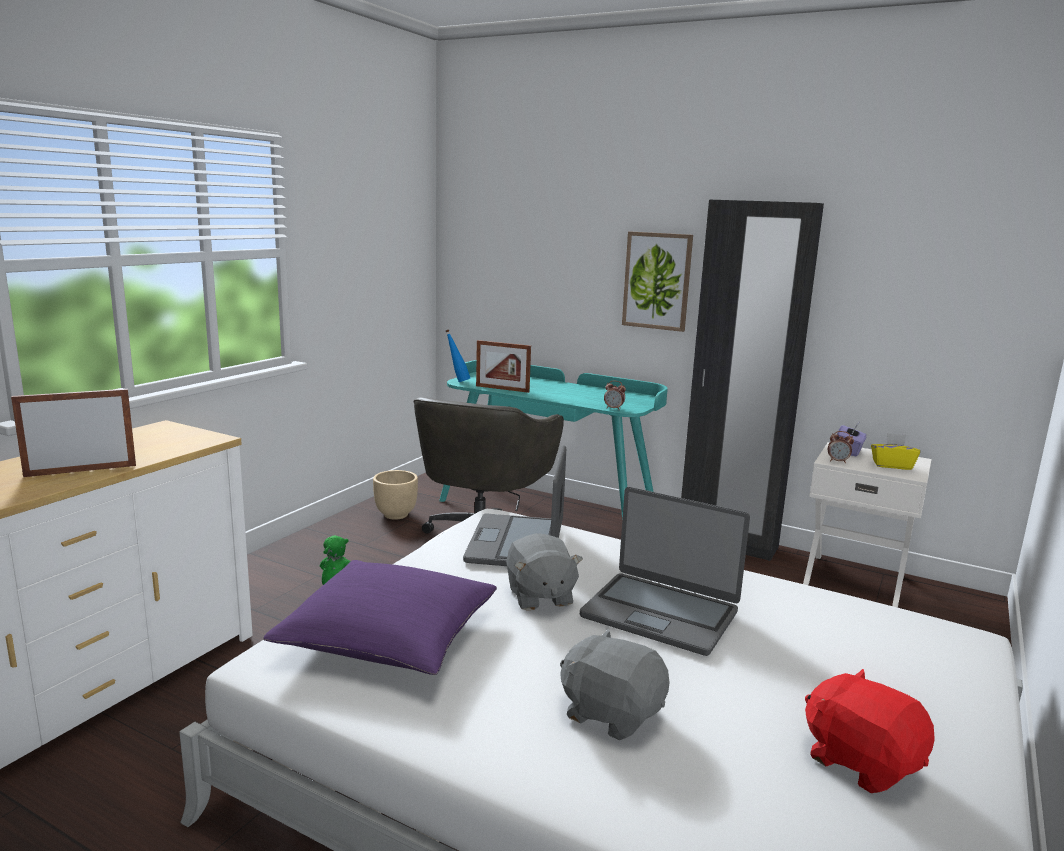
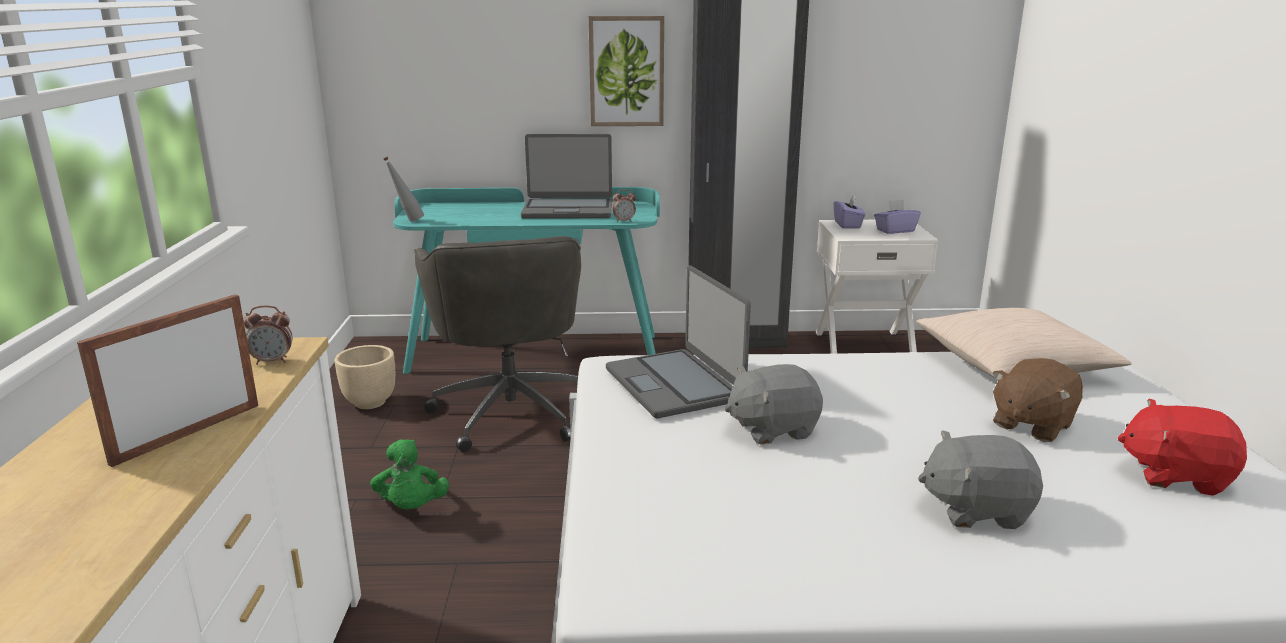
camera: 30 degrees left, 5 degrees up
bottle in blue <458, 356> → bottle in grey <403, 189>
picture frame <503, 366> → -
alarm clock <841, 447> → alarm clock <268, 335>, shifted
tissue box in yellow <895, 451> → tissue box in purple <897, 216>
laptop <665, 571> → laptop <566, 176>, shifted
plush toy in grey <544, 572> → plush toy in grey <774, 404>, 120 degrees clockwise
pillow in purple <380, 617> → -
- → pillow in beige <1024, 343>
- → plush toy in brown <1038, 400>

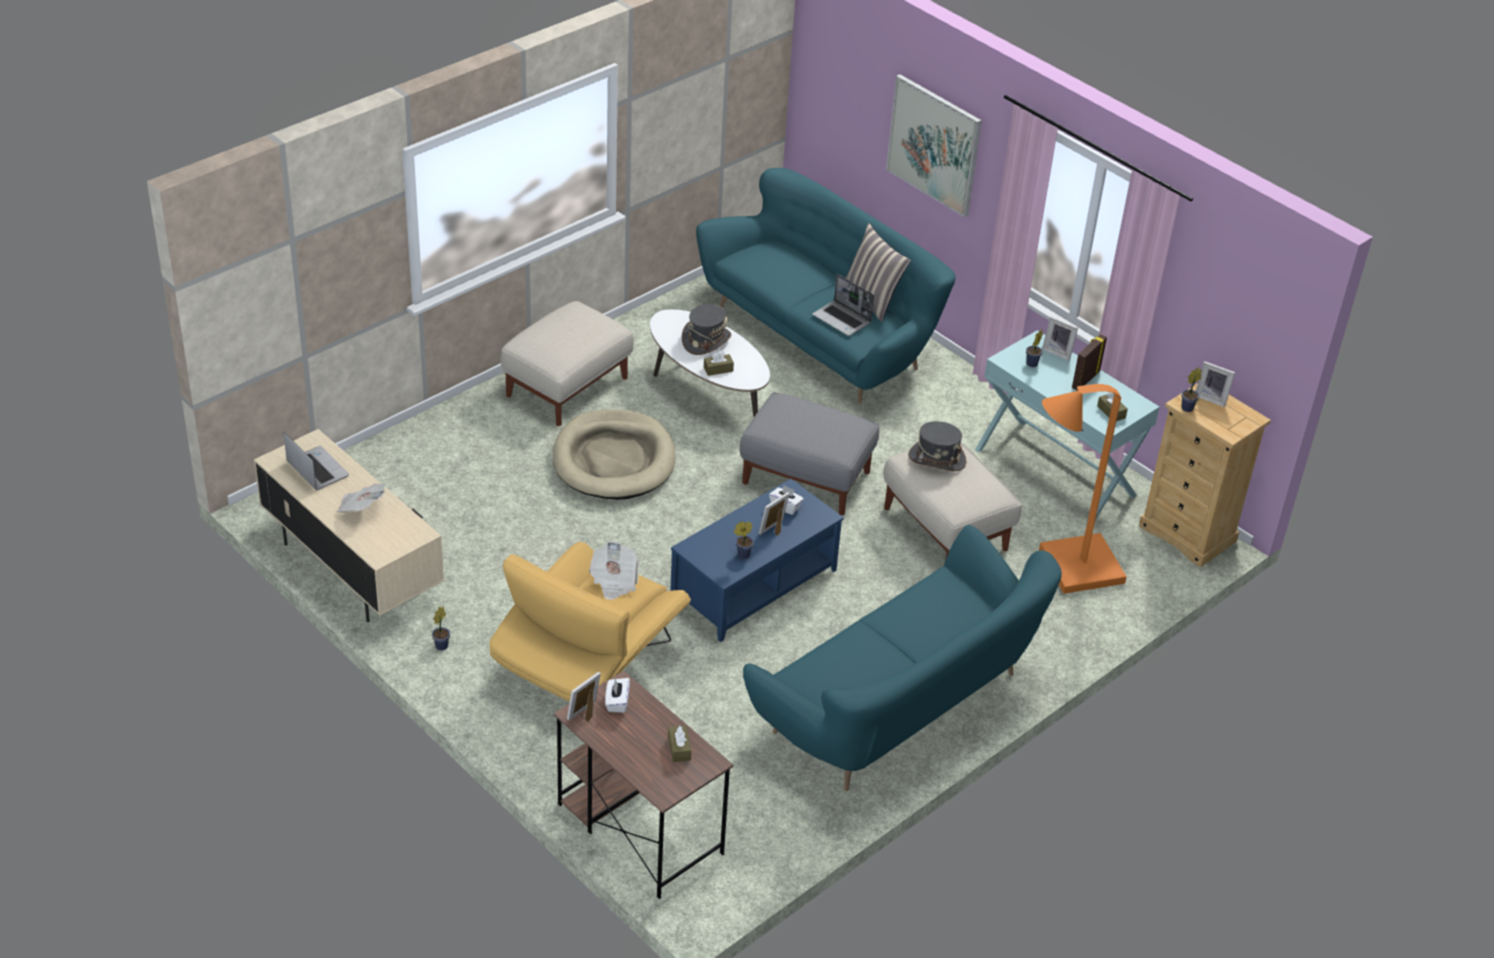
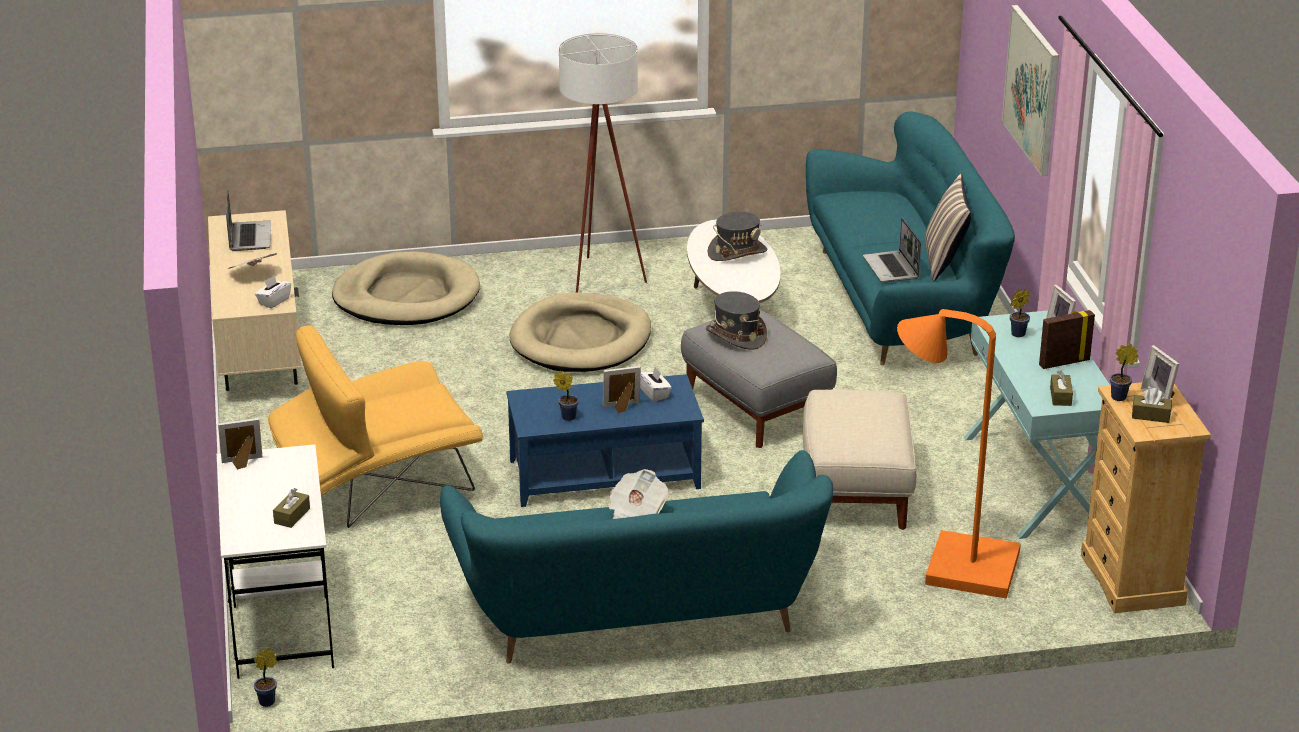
camera: 35 degrees right, 10 degrees down
ottoman in beige <567, 363> → floor lamp in white <603, 162>
tissue box in brown <719, 363> → tissue box in brown <1152, 405>, shifted
hat in grey <937, 446> → hat in grey <736, 320>, shifted
newspaper <614, 570> → newspaper <639, 494>, shifted
potted plant <441, 629> → potted plant <265, 677>, shifted
desk in brown <643, 785> → desk in white <275, 561>
tissue box in white <617, 695> → tissue box in white <273, 291>, shifted
- → dog bed in beige <406, 288>

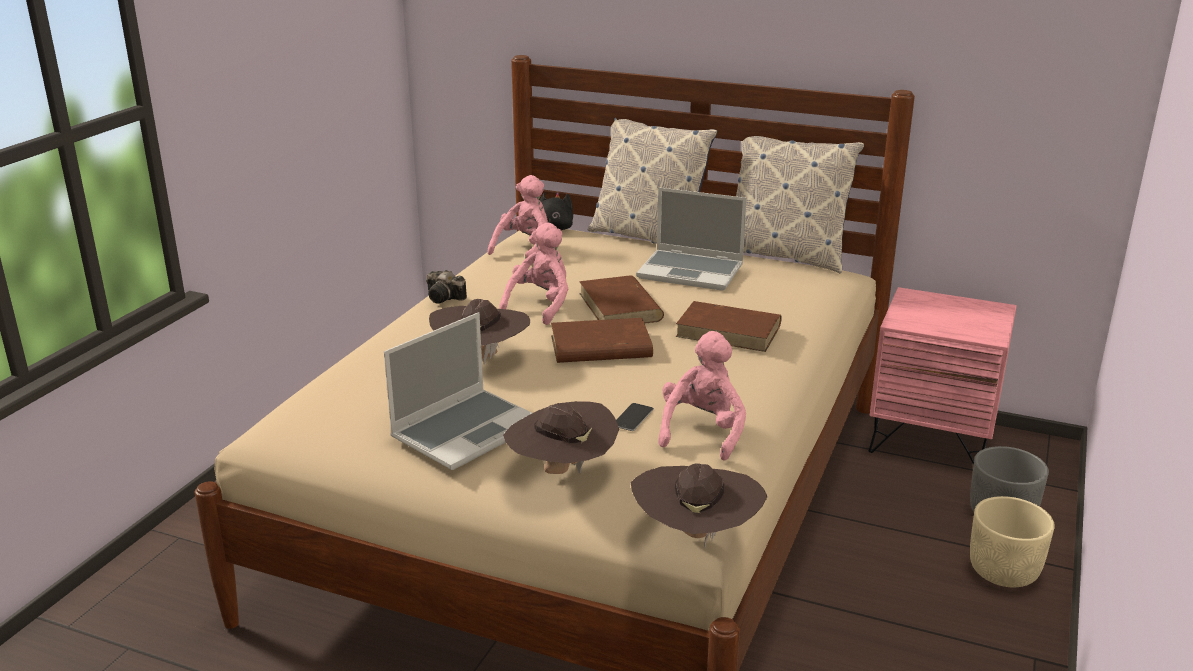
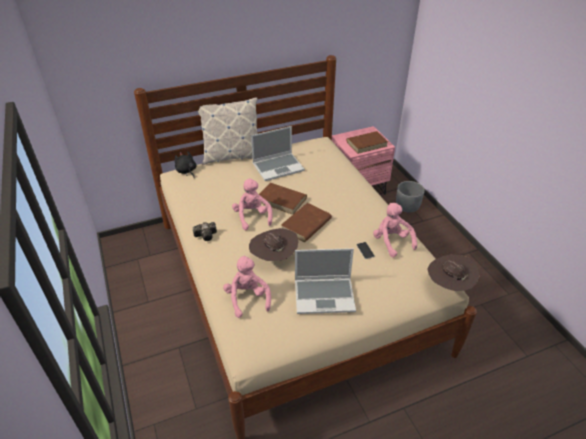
camera: 45 degrees left, 15 degrees up
pillow <800, 205> → -
plush toy in pink <517, 217> → plush toy in pink <247, 286>, shifted
book in brown <729, 326> → book in brown <367, 142>, shifted
laptop <458, 391> → laptop <325, 281>, 90 degrees clockwise
hat in brown <561, 437> → -
planter in beige <1012, 541> → -

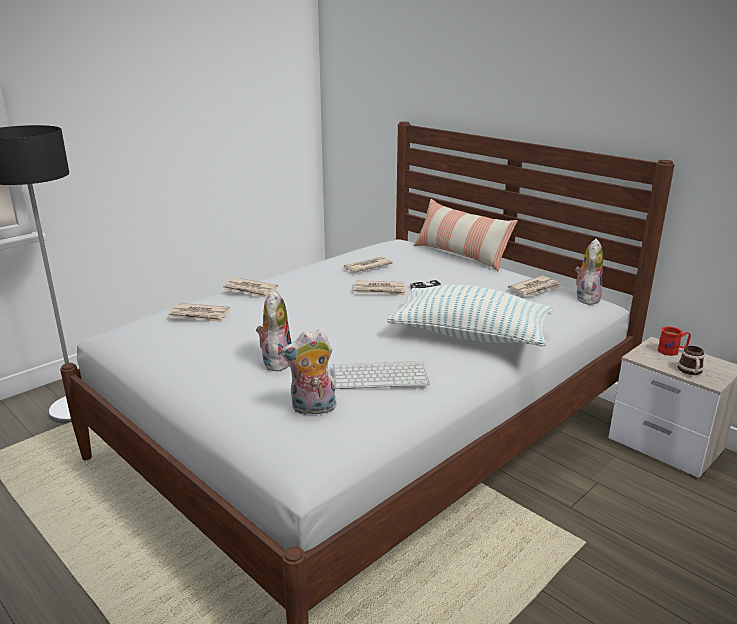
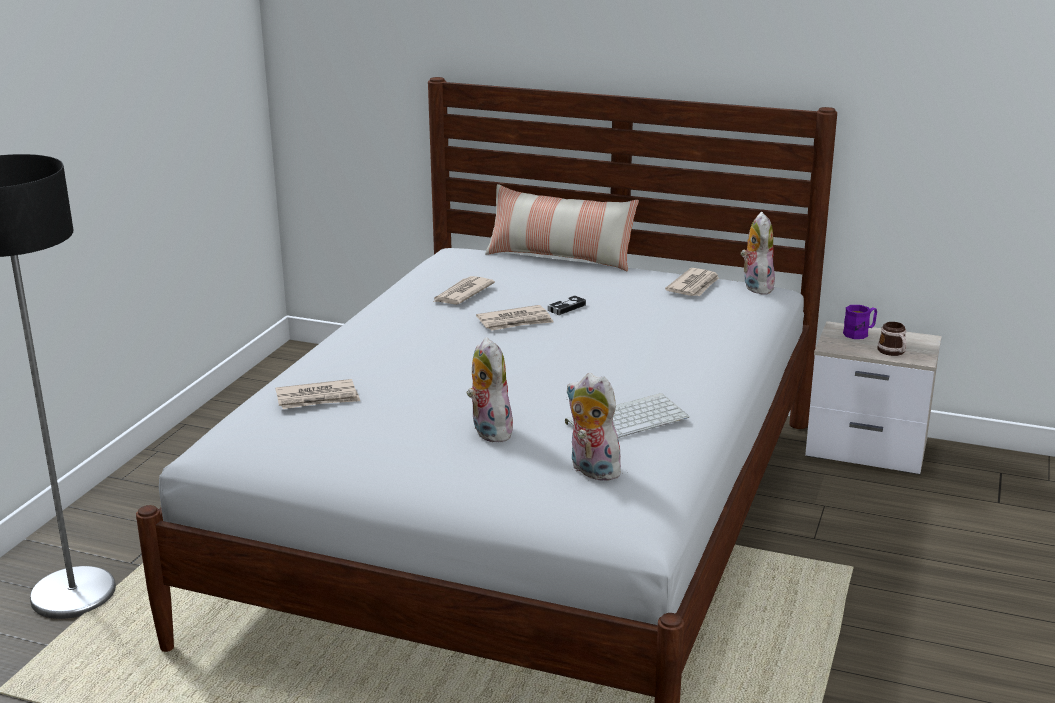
camera: 25 degrees left, 0 degrees up
newspaper <250, 288> → -
pillow <470, 316> → -
mug in red <674, 341> → mug in purple <860, 322>
plush toy <309, 372> → plush toy <595, 427>, 75 degrees clockwise

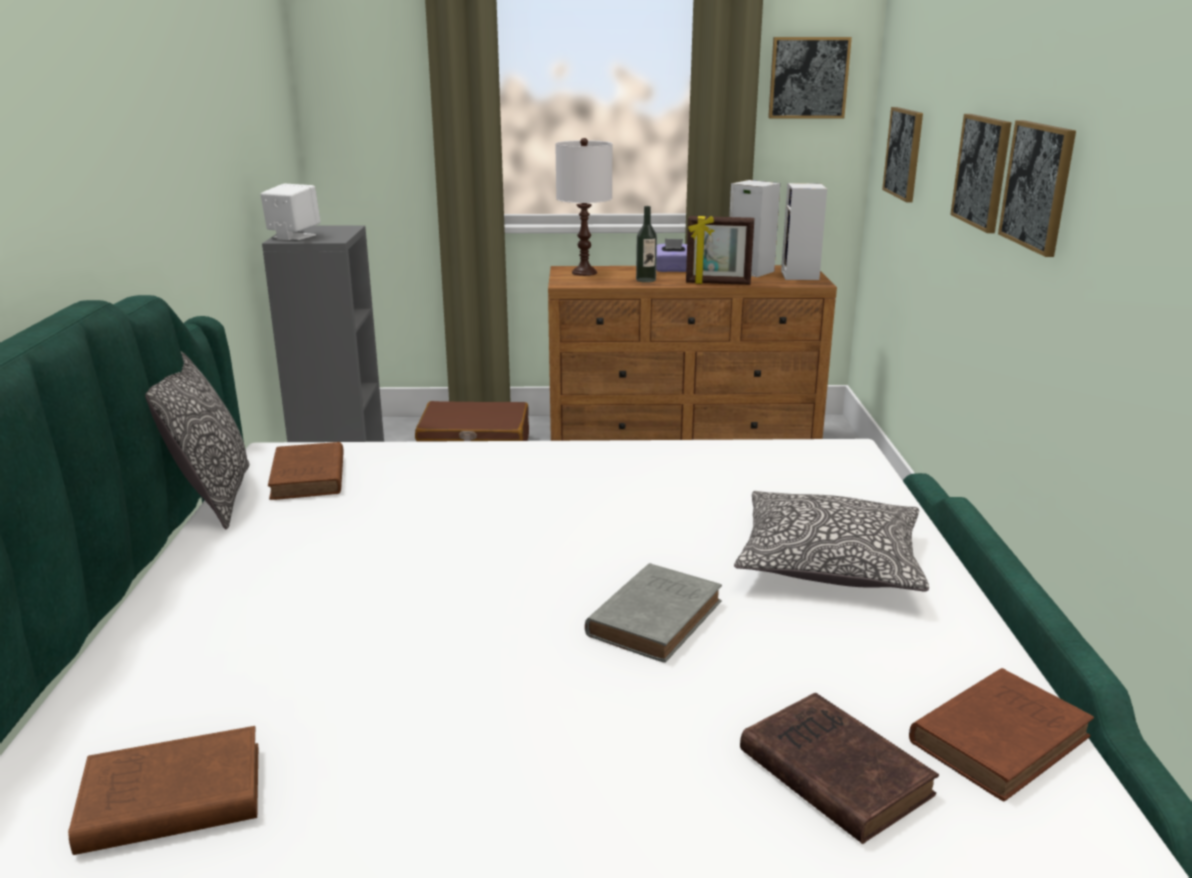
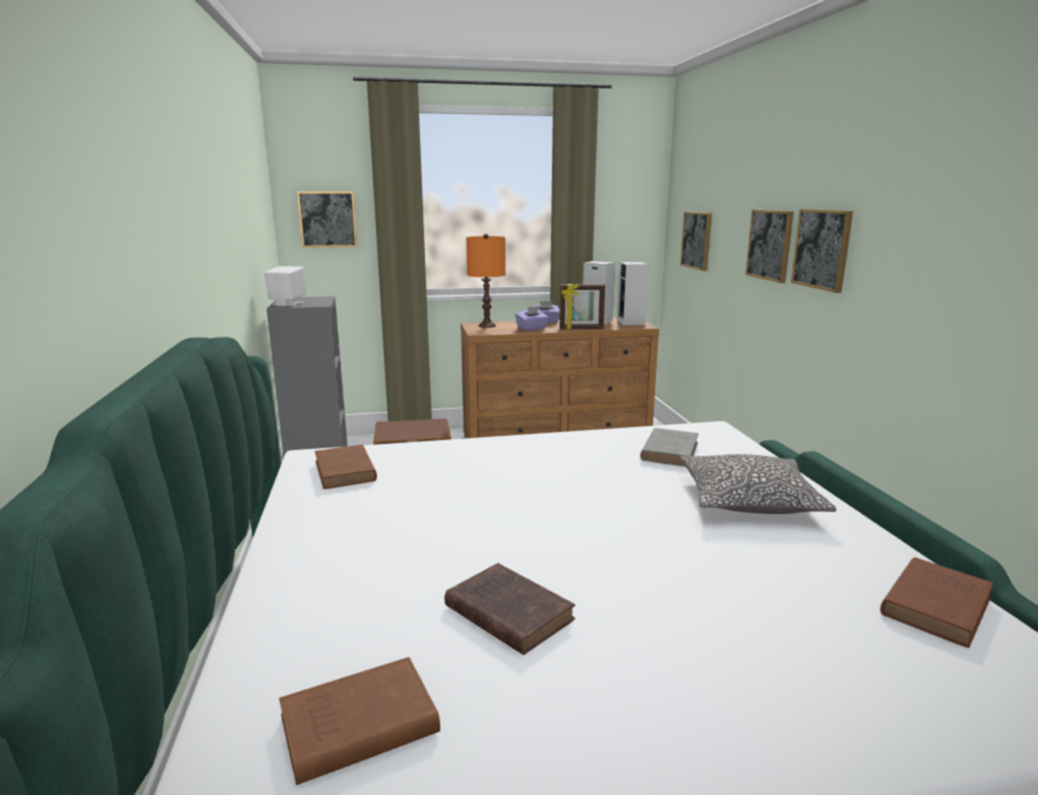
camera: 10 degrees left, 5 degrees down
picture <810, 77> → picture <327, 219>, shifted
table lamp in white <584, 207> → table lamp in orange <486, 281>
bottle <646, 244> → tissue box in purple <532, 318>
pillow <197, 440> → -
book in grey <653, 613> → book in grey <669, 447>, shifted
book in brown <839, 768> → book in brown <510, 609>, shifted

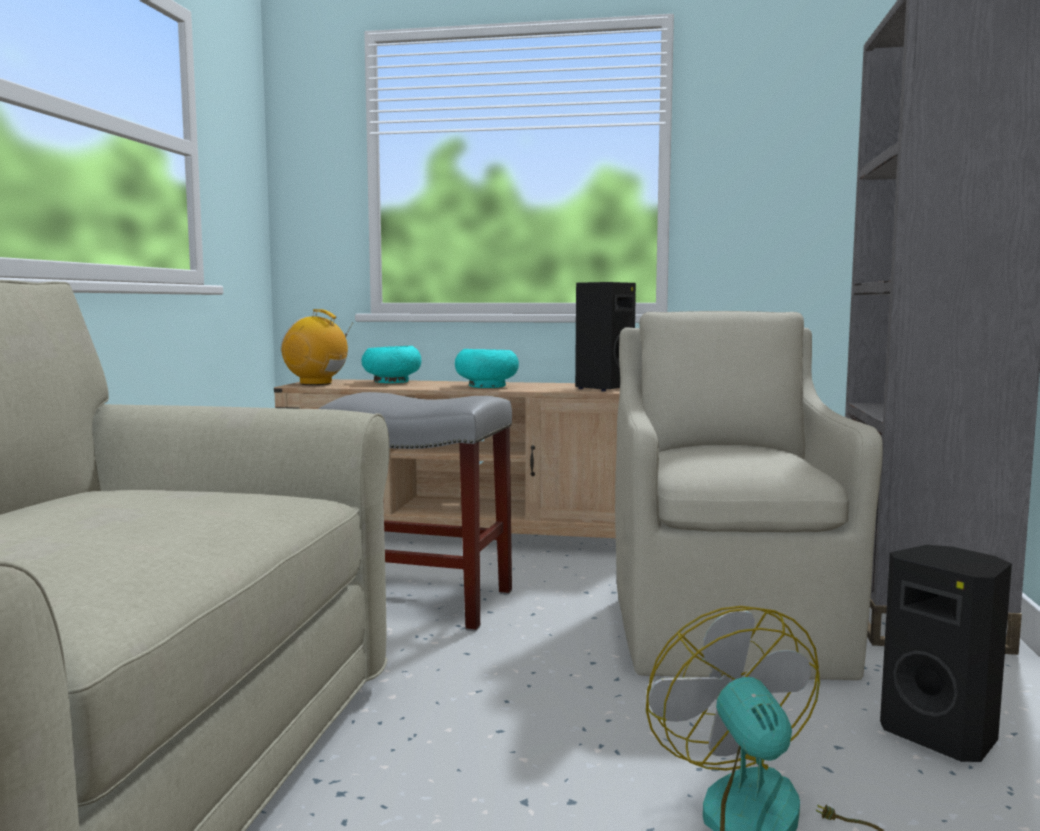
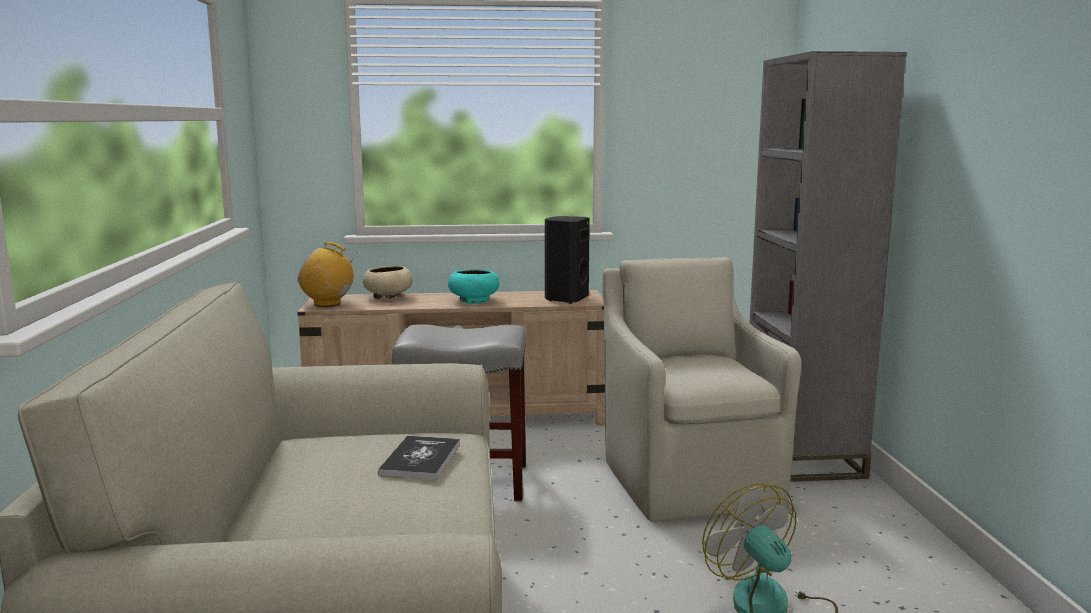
camera: 15 degrees left, 5 degrees up
bowl in turquoise <391, 364> → bowl in beige <388, 283>
speaker in black <946, 653> → -
- → book <419, 458>

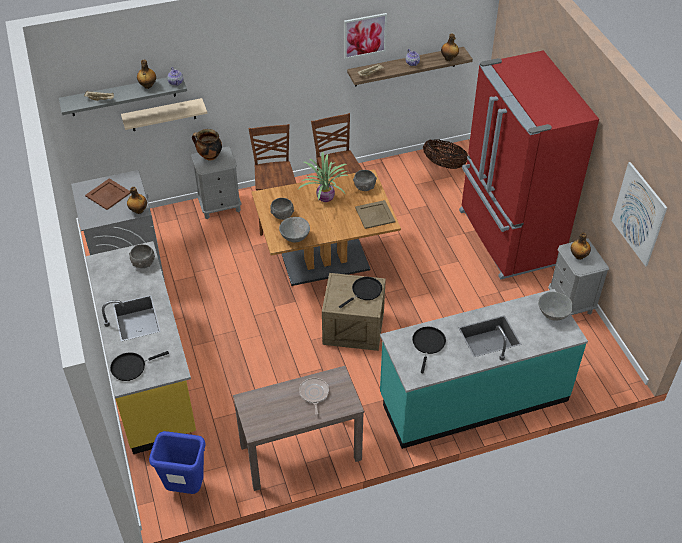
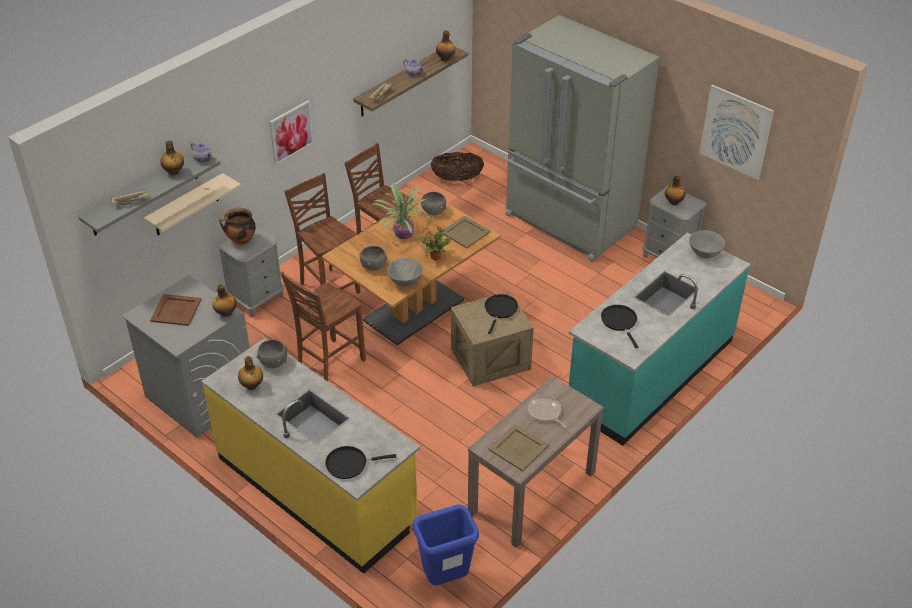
camera: 30 degrees left, 5 degrees down
picture <365, 36> → picture <291, 132>, shifted
fridge in red <529, 165> → fridge in grey <582, 138>
frying pan in black <139, 366> → frying pan in black <360, 462>, 45 degrees clockwise
- → potted plant <435, 243>
- → chair in brown <323, 327>
- → bottle <250, 373>
- → tray in beige <518, 448>

